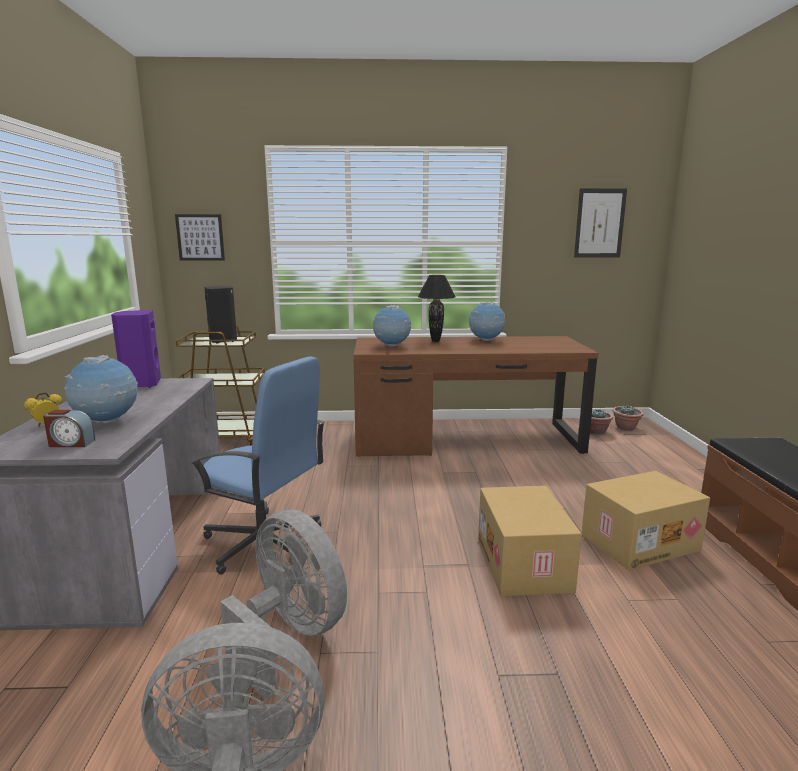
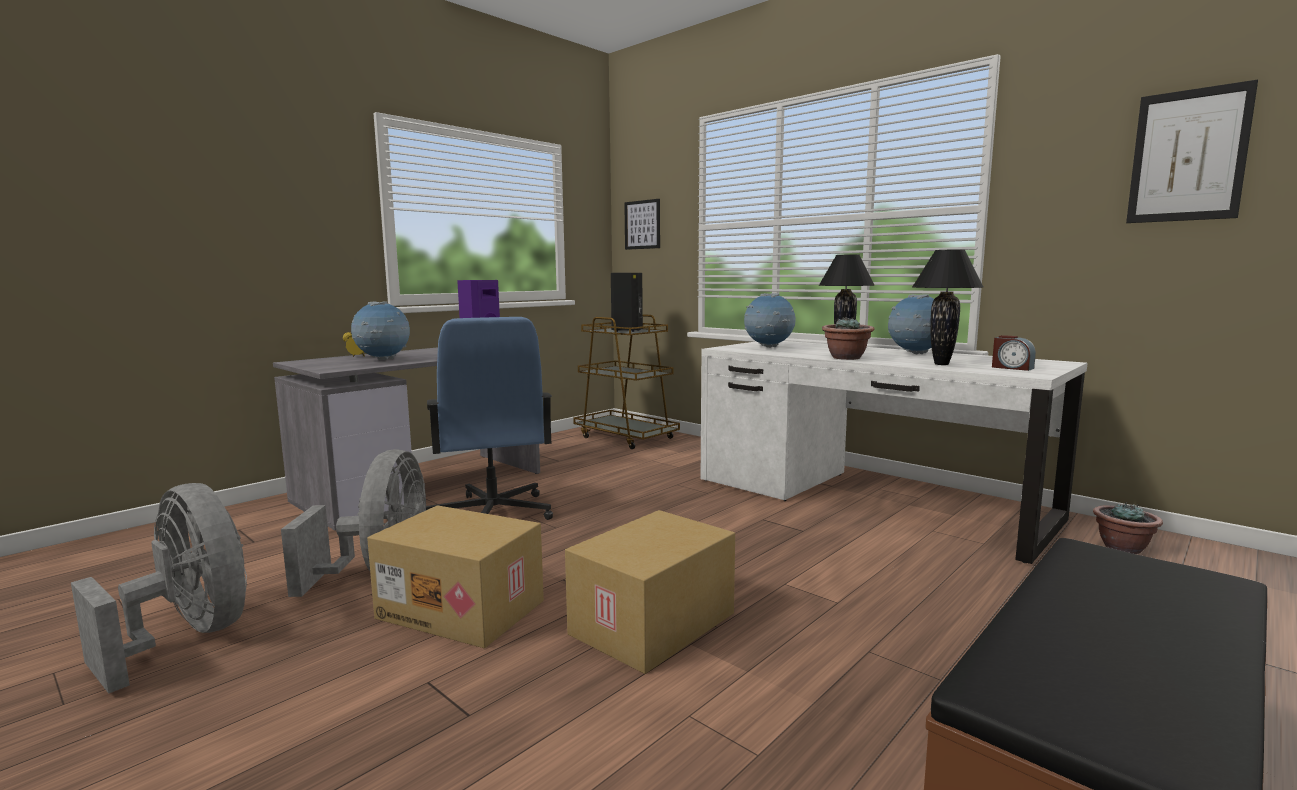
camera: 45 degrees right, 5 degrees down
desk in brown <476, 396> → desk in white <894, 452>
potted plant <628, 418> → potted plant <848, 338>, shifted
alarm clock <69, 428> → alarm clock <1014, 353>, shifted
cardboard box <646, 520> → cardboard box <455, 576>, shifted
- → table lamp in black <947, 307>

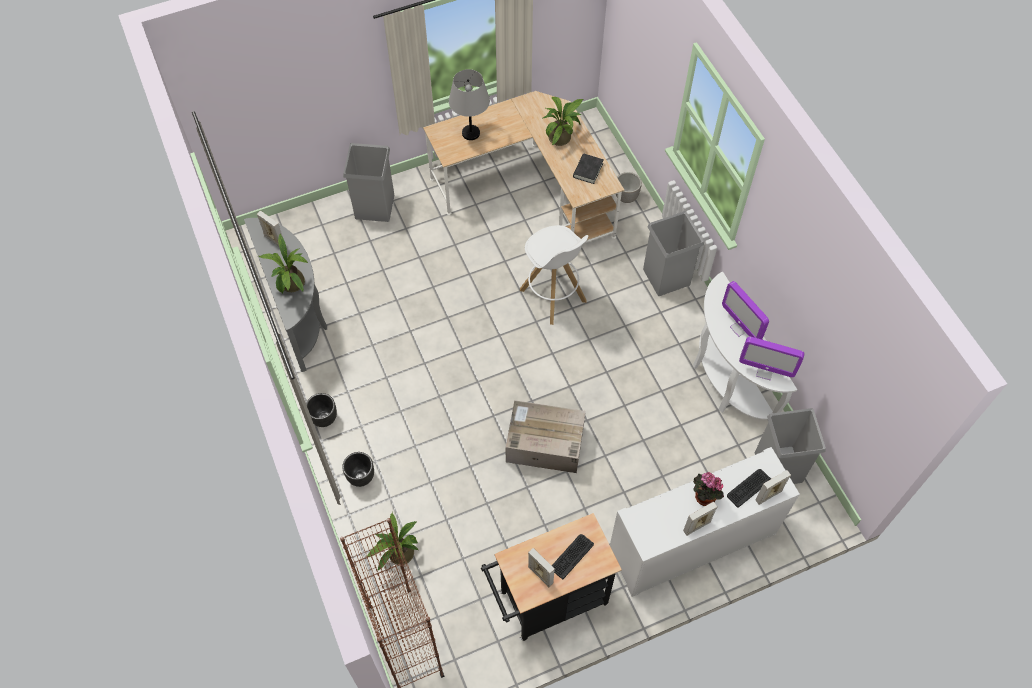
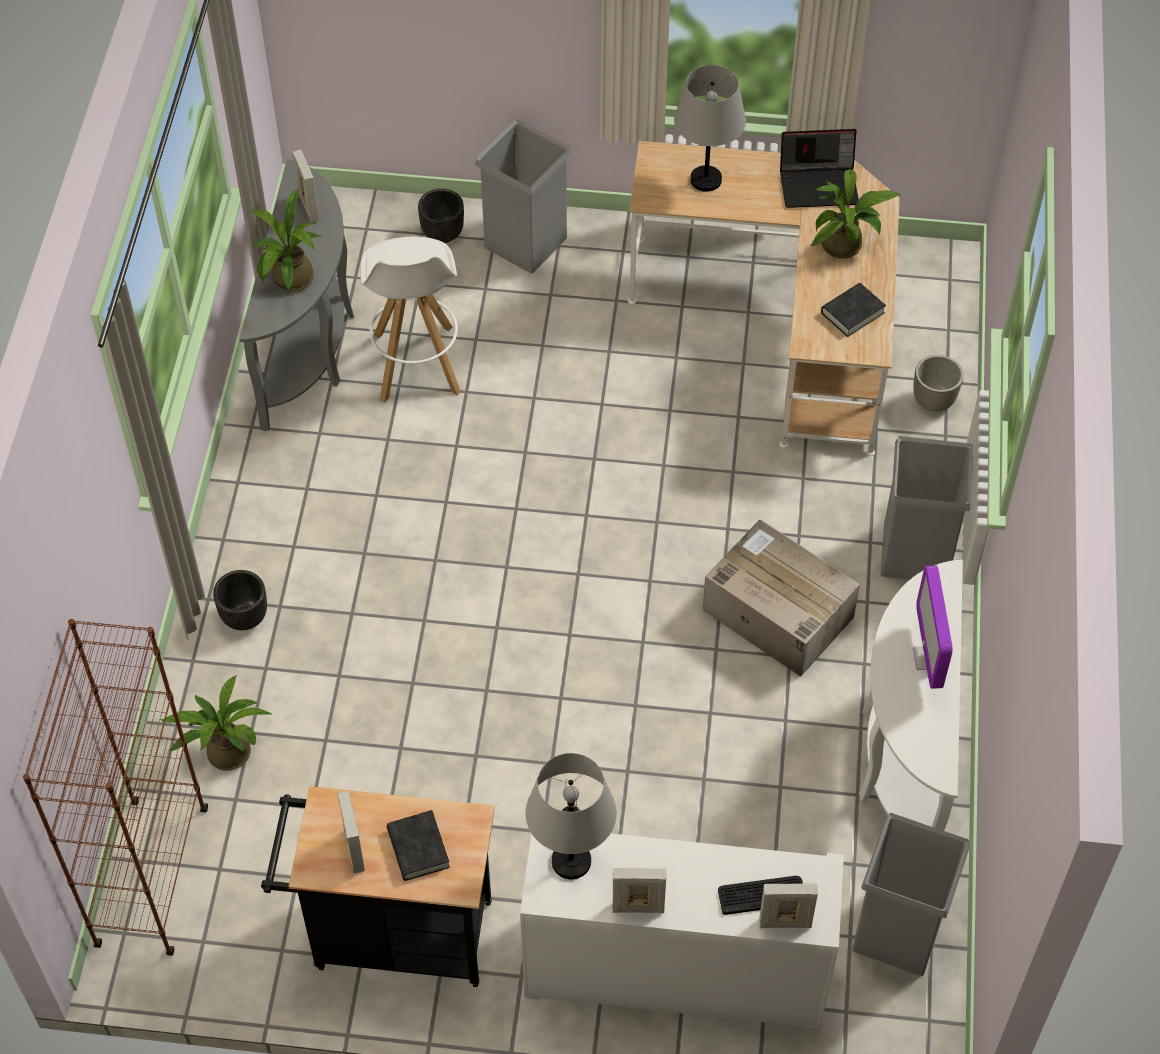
camera: 30 degrees right, 5 degrees down
stool in white <554, 275> → stool in white <410, 319>, shifted
monitor <772, 358> → -
planter in black <321, 410> → planter in black <441, 216>, shifted
cardboard box <545, 436> → cardboard box <781, 598>, shifted
potted plant <708, 489> → -
keyboard <573, 556> → book in black <418, 845>
- → laptop <819, 168>
- → table lamp in grey <571, 816>

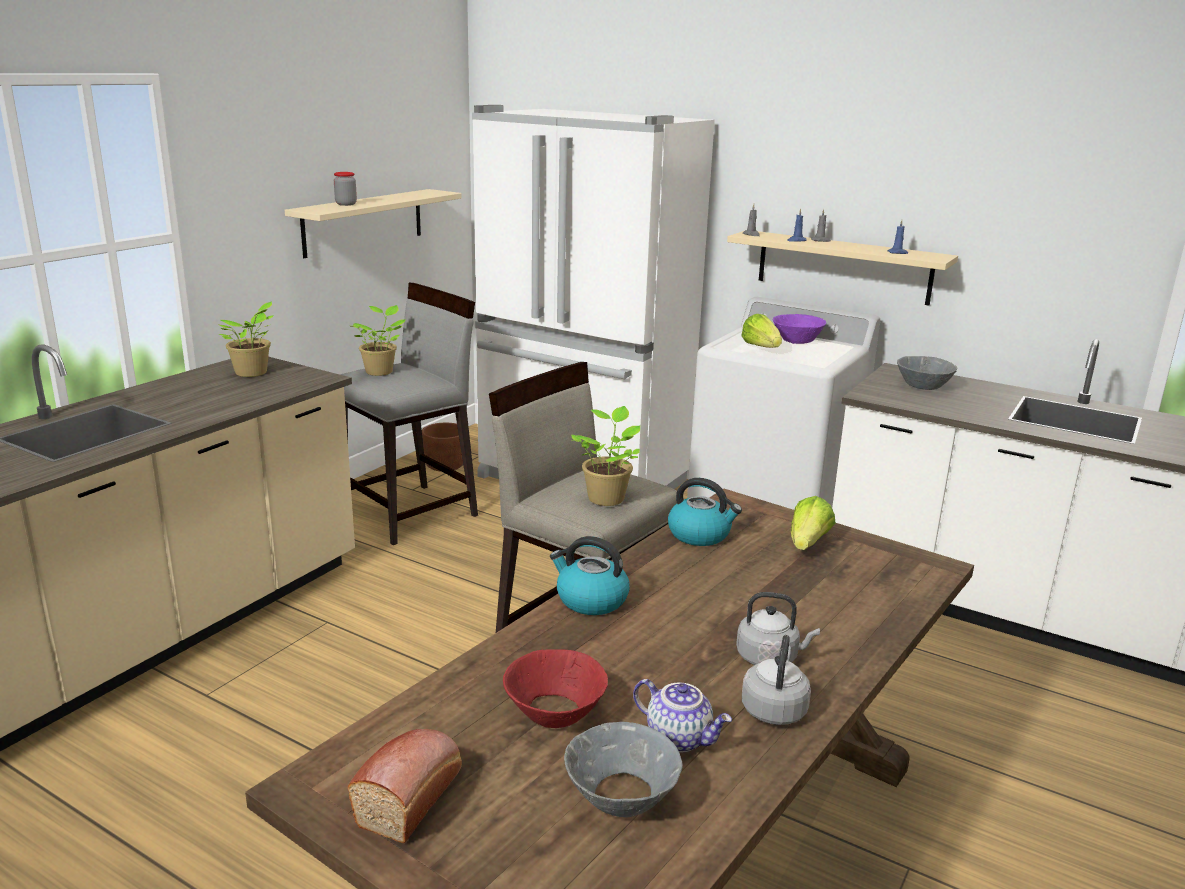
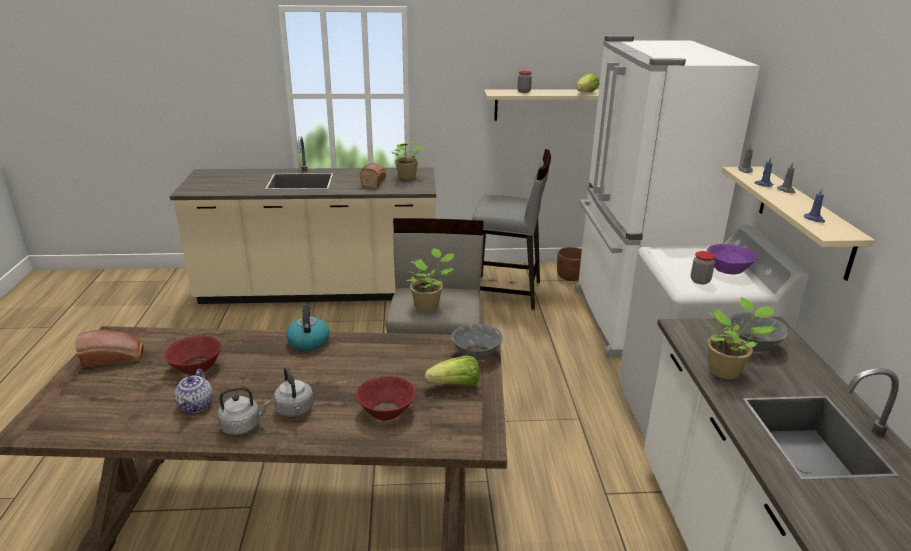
camera: 55 degrees right, 5 degrees up
potted plant <378, 340> → potted plant <740, 338>, shifted
lettuce <761, 331> → lettuce <587, 82>, shifted
kettle <705, 512> → -
bowl in grey <623, 770> → bowl in grey <477, 342>, shifted
- → bread <373, 175>
- → jar <703, 267>
- → bowl in red <385, 398>

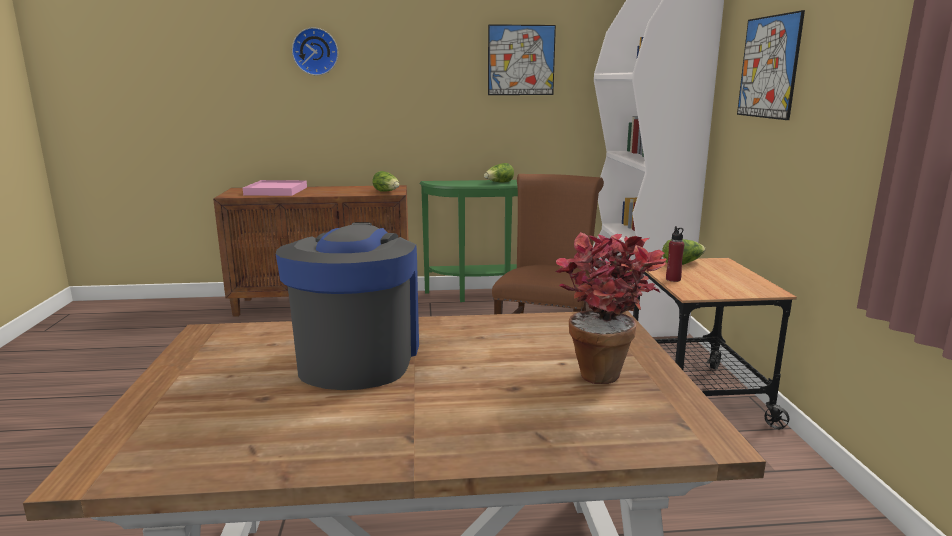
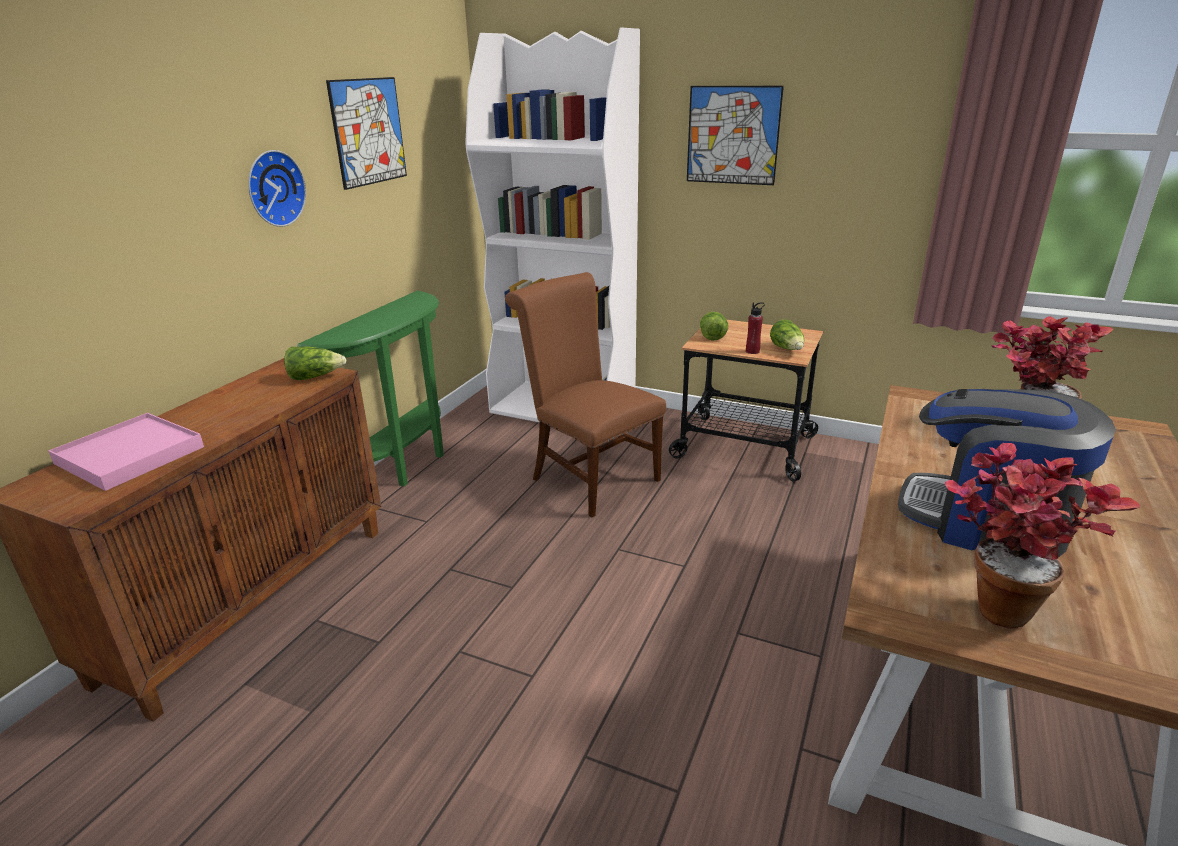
camera: 60 degrees left, 10 degrees up
wall clock <315, 51> → wall clock <277, 188>, shifted
lettuce <499, 173> → lettuce <787, 334>, shifted
- → potted plant <1042, 536>

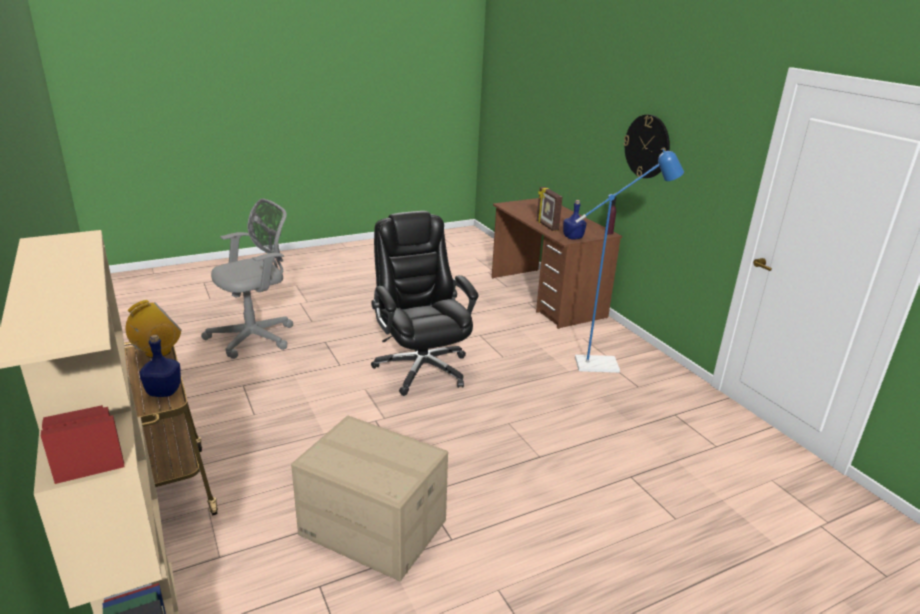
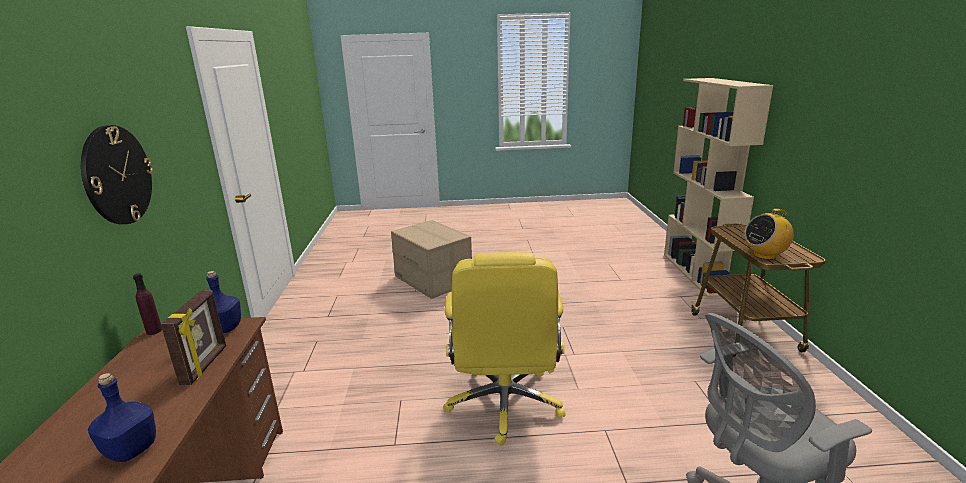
camera: 155 degrees left, 5 degrees down
floor lamp in blue <629, 261> → -
office chair in black <425, 303> → office chair in yellow <504, 349>
bottle in blue <160, 366> → bottle in blue <122, 417>, shifted
cardboard box <369, 498> → cardboard box <431, 259>, shifted

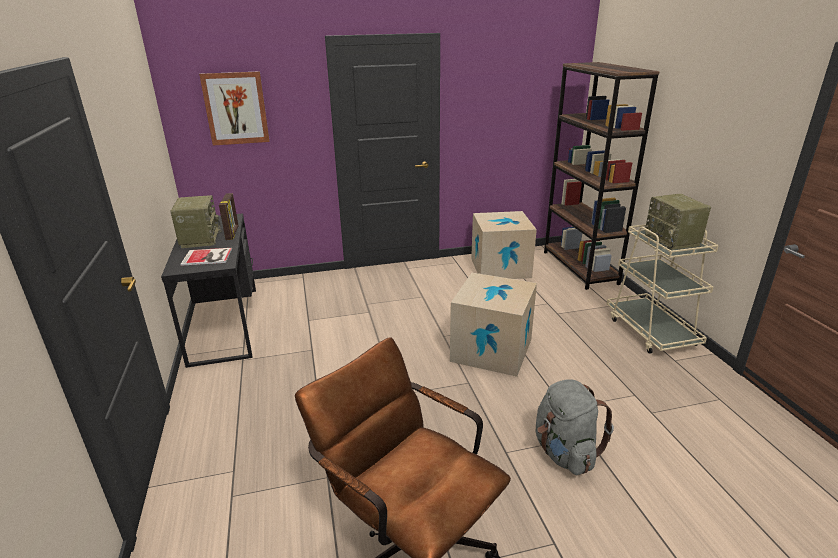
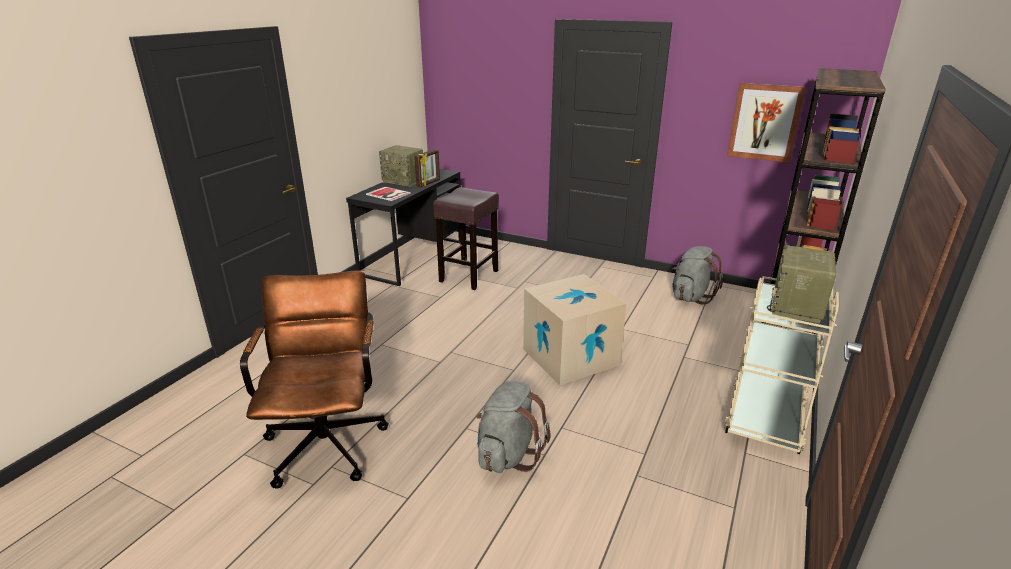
camera: 40 degrees right, 0 degrees up
picture <234, 108> → picture <766, 123>, shifted
radio <196, 221> → radio <401, 166>, 90 degrees clockwise
cardboard box <504, 245> → backpack in grey <697, 275>
- → stool in brown <466, 238>

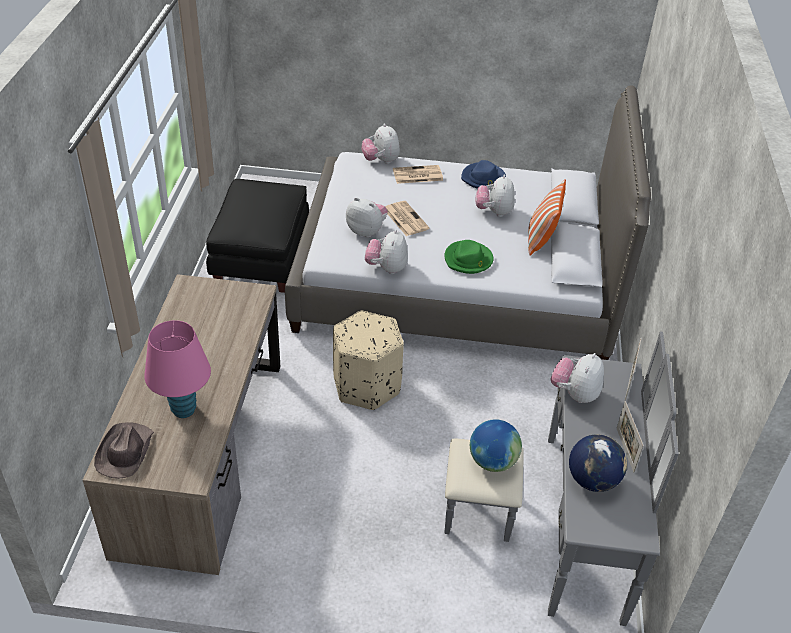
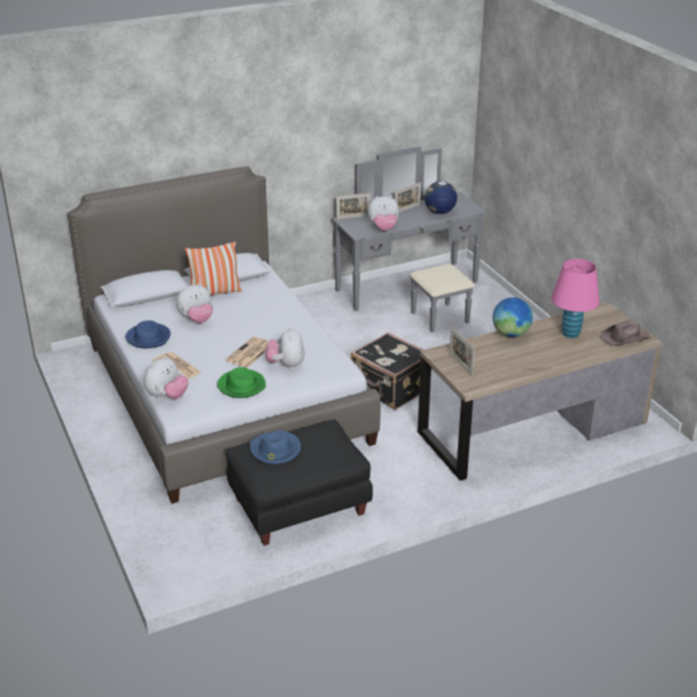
camera: 120 degrees left, 10 degrees down
plush toy <386, 251> → -
hat in green <469, 257> → hat in green <241, 382>, shifted
ottoman in beige <368, 360> → suitcase in black <391, 371>
globe <496, 445> → globe <513, 317>, shifted
- → picture frame <462, 351>
- → hat in blue <275, 447>

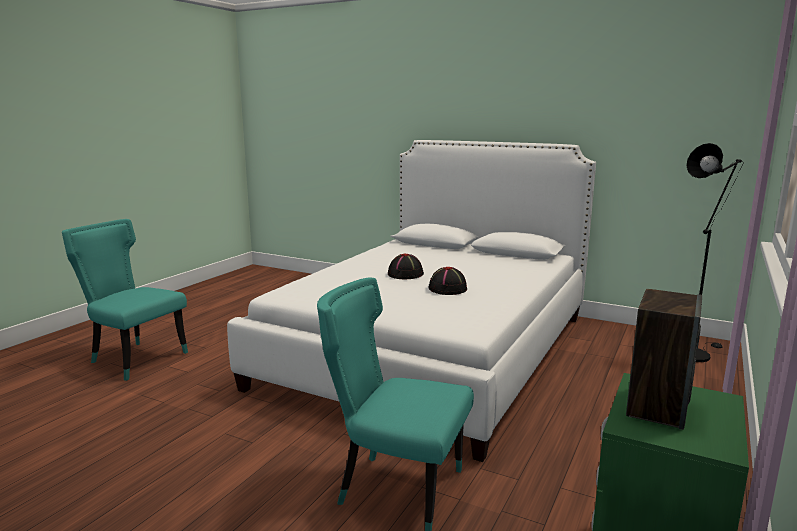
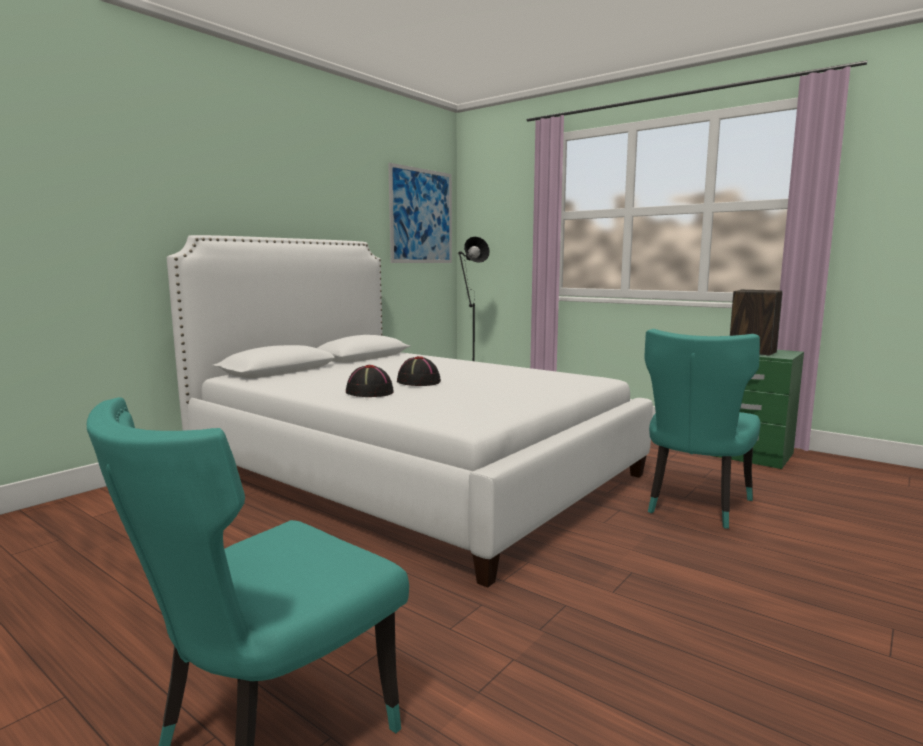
camera: 80 degrees left, 5 degrees down
hat in black <447, 281> → hat in black <370, 381>, shifted
- → picture <420, 213>

